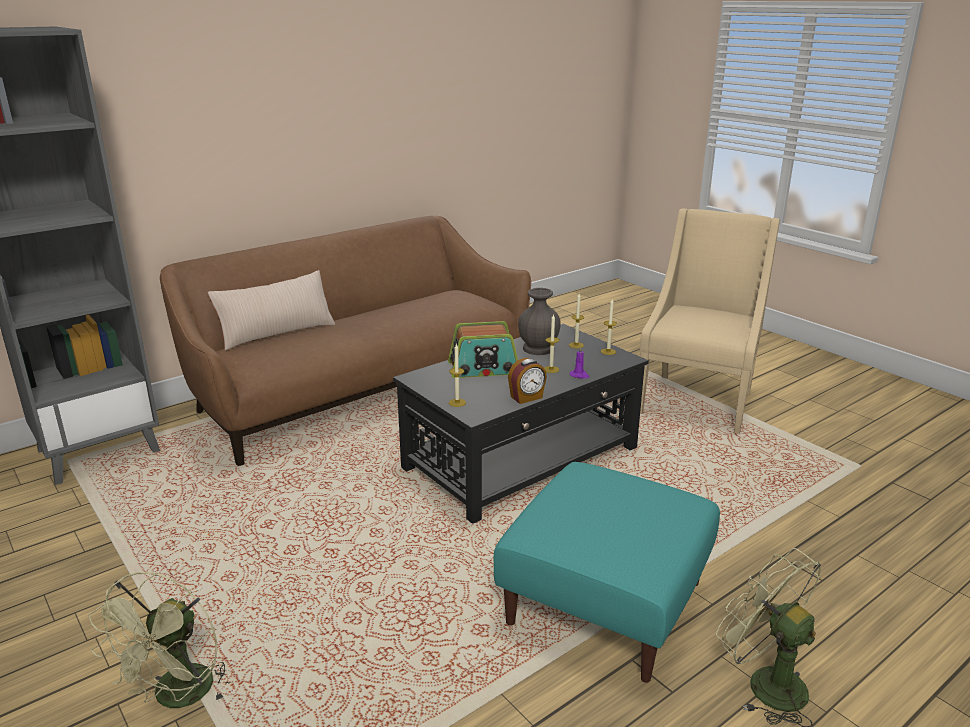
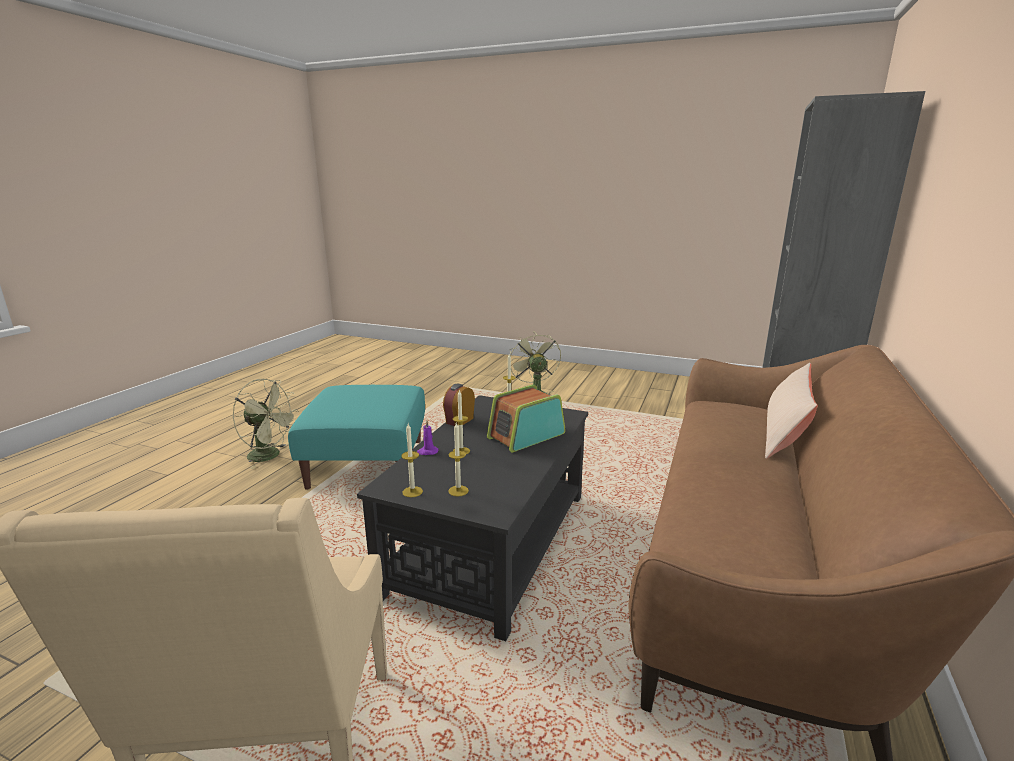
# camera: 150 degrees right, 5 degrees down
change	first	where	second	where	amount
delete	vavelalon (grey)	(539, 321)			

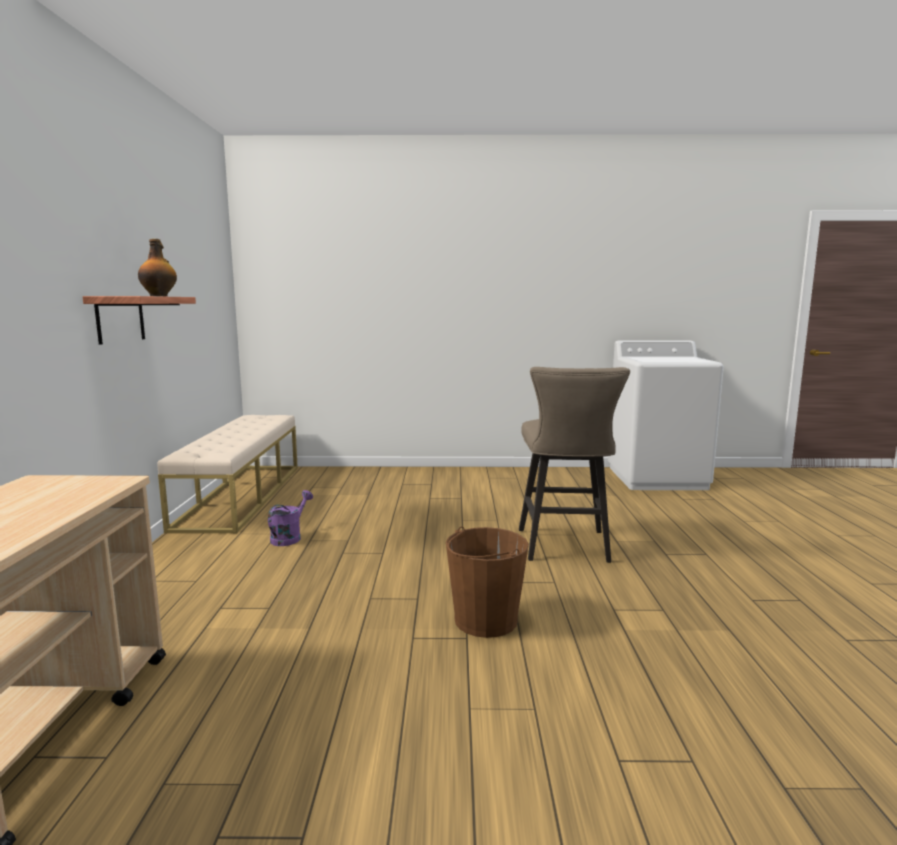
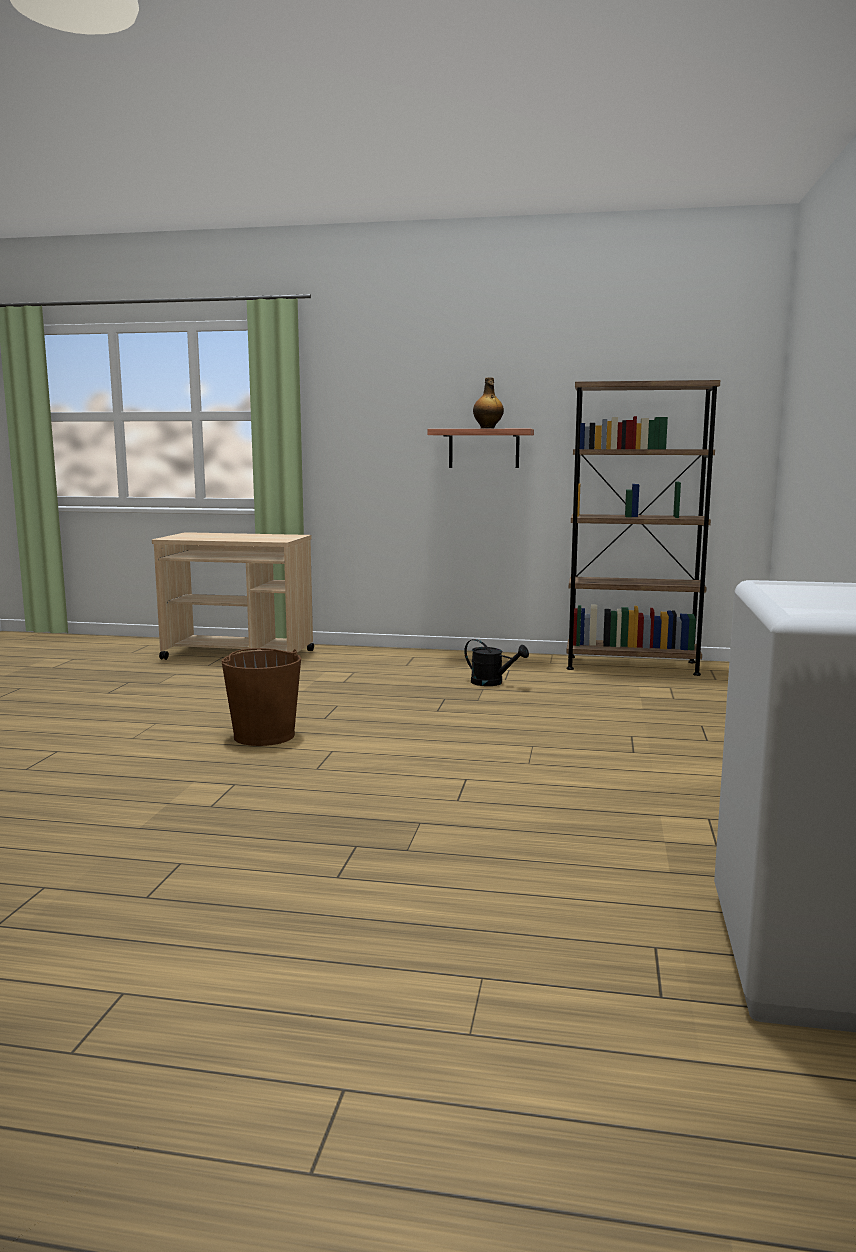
# camera: 100 degrees right, 0 degrees up
change	first	where	second	where	amount
recolor	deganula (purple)	(290, 518)	deganula (black)	(496, 662)	
replace	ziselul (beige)	(227, 474)	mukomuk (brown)	(643, 528)	
delete	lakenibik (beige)	(574, 465)			

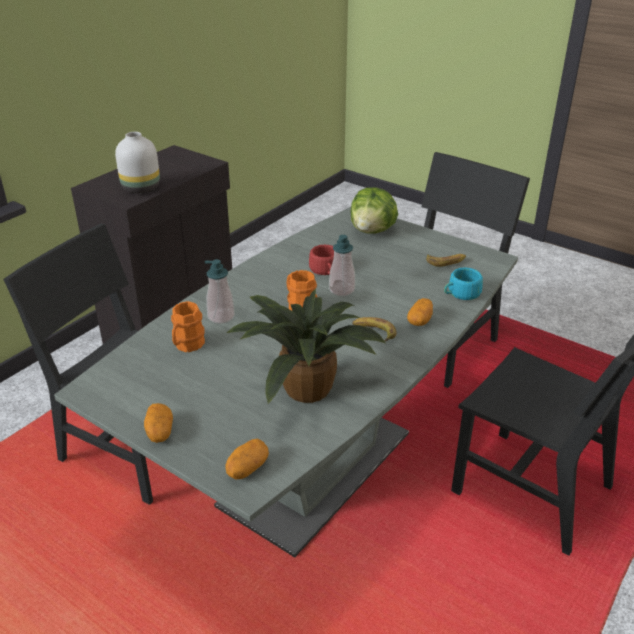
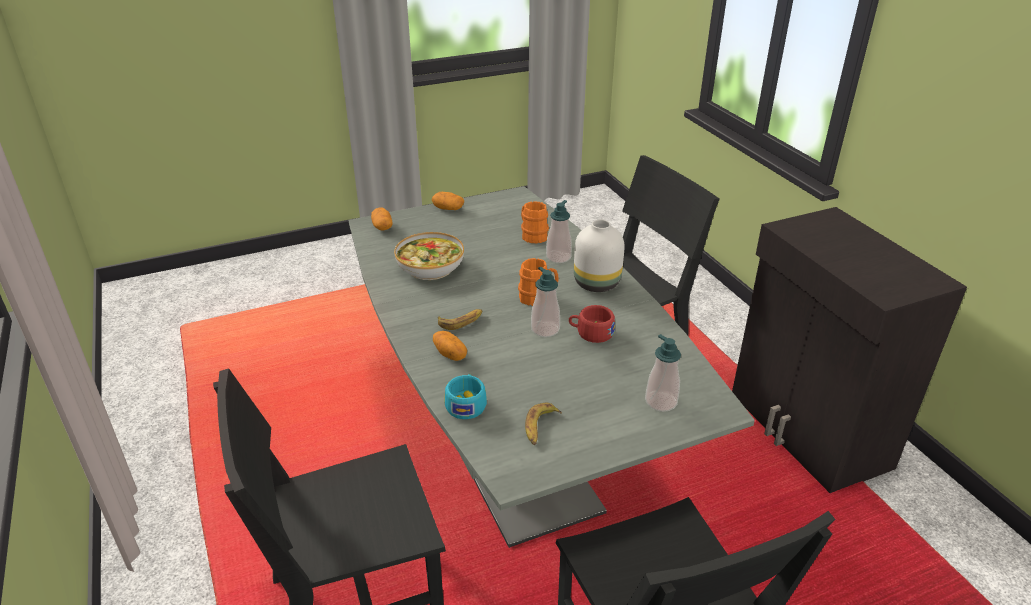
# camera: 120 degrees right, 0 degrees up
change	first	where	second	where	amount
replace	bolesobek	(306, 346)	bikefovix	(429, 256)	
move	vavelalon (white)	(137, 162)		(599, 255)	
replace	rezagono	(374, 211)	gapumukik	(663, 373)	

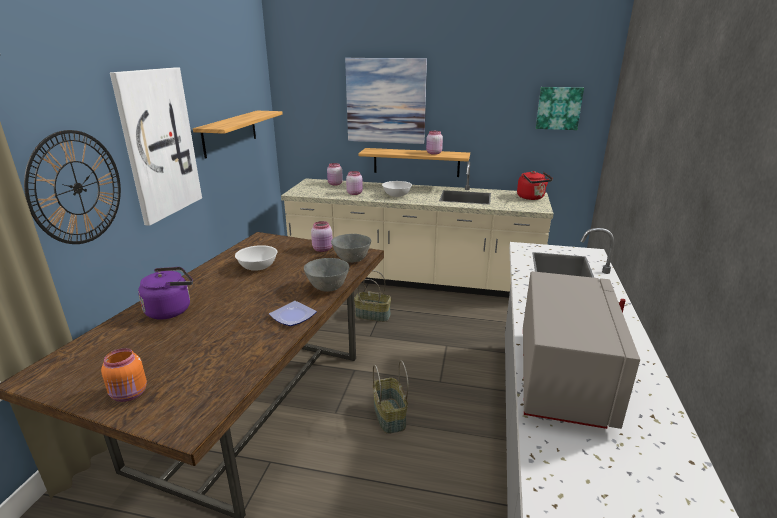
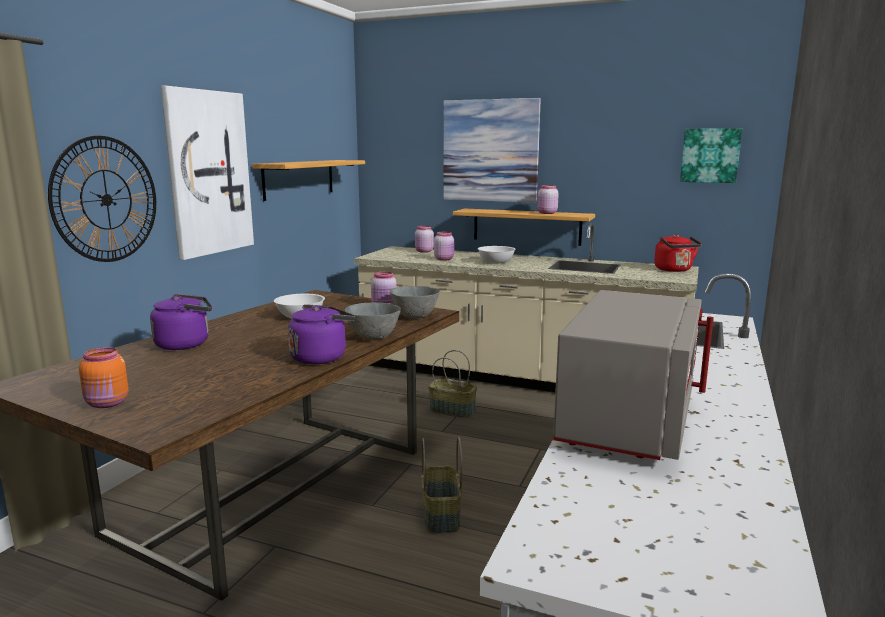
# camera: 10 degrees right, 10 degrees down
change	first	where	second	where	amount
replace	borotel	(293, 313)	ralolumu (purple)	(321, 334)	

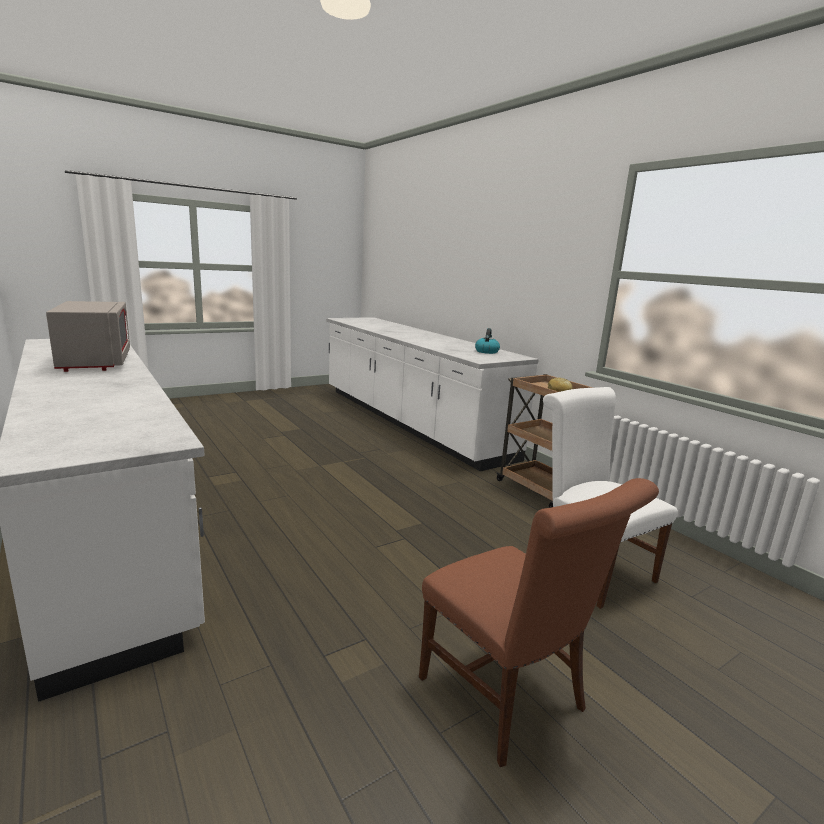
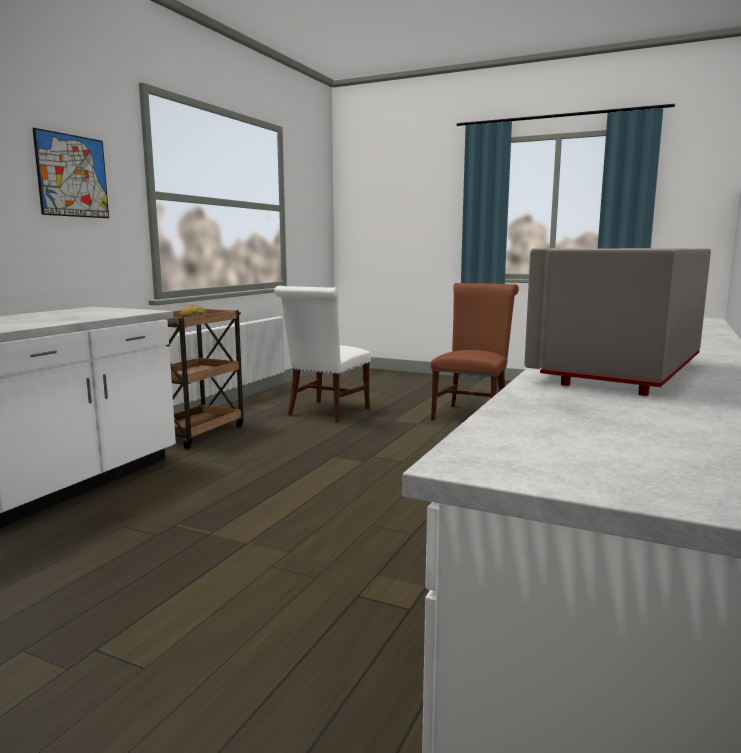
# camera: 120 degrees left, 5 degrees down
change	first	where	second	where	amount
insert			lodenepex	(71, 173)	
delete	ralolumu	(487, 341)			

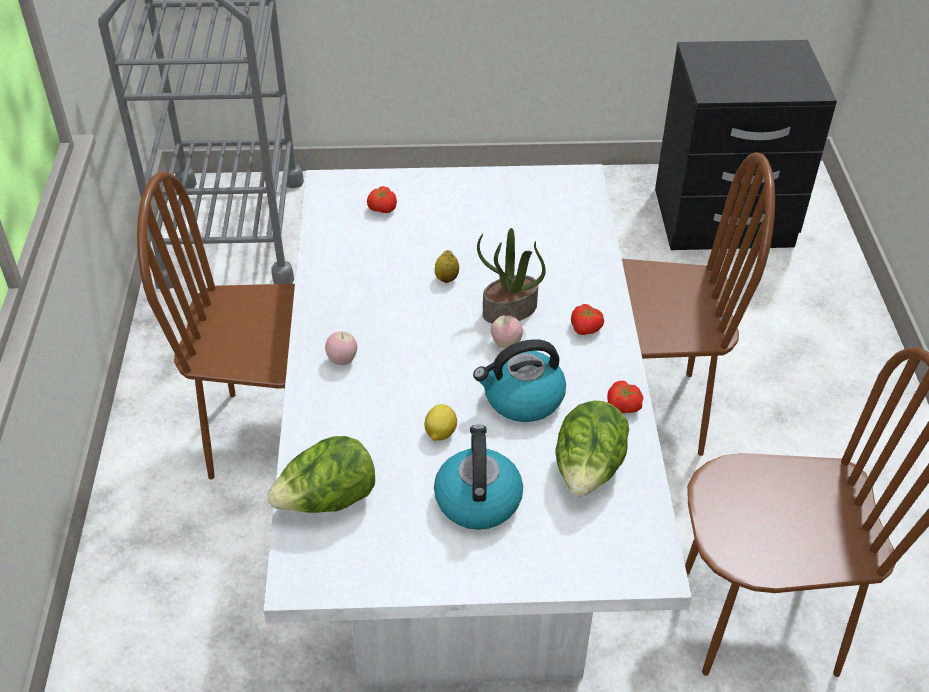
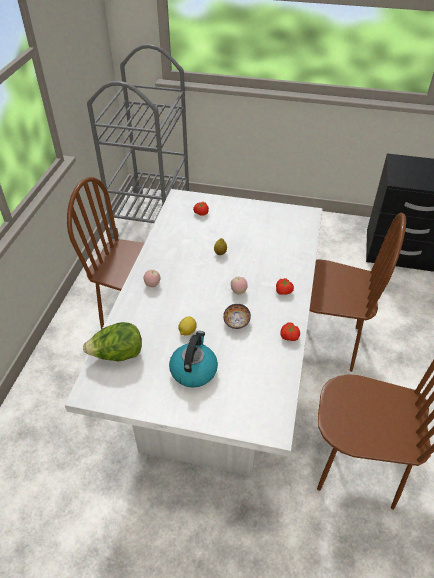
# camera: 15 degrees right, 0 degrees up
change	first	where	second	where	amount
replace	ralolumu	(519, 380)	bikefovix	(237, 316)	
delete	bolesobek	(511, 276)			
delete	rezagono	(592, 448)			

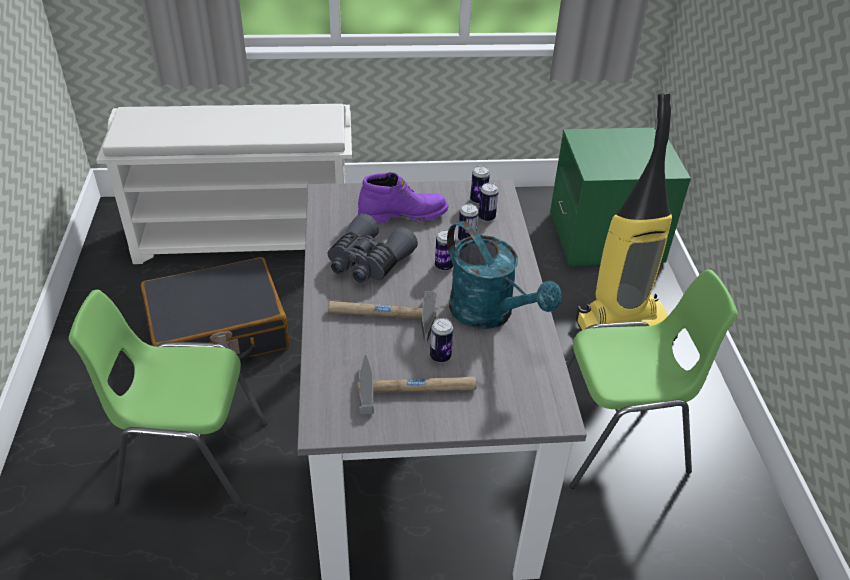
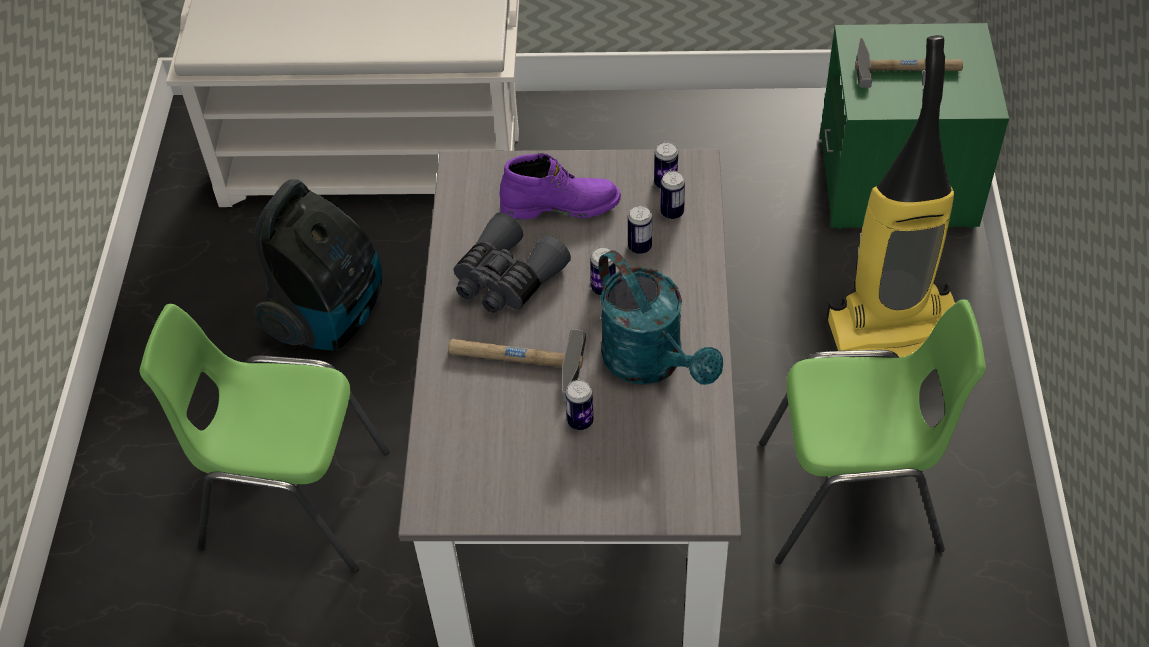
# camera: 10 degrees right, 10 degrees up
change	first	where	second	where	amount
replace	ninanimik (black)	(215, 309)	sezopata	(318, 264)	
move	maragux	(417, 384)		(909, 63)	

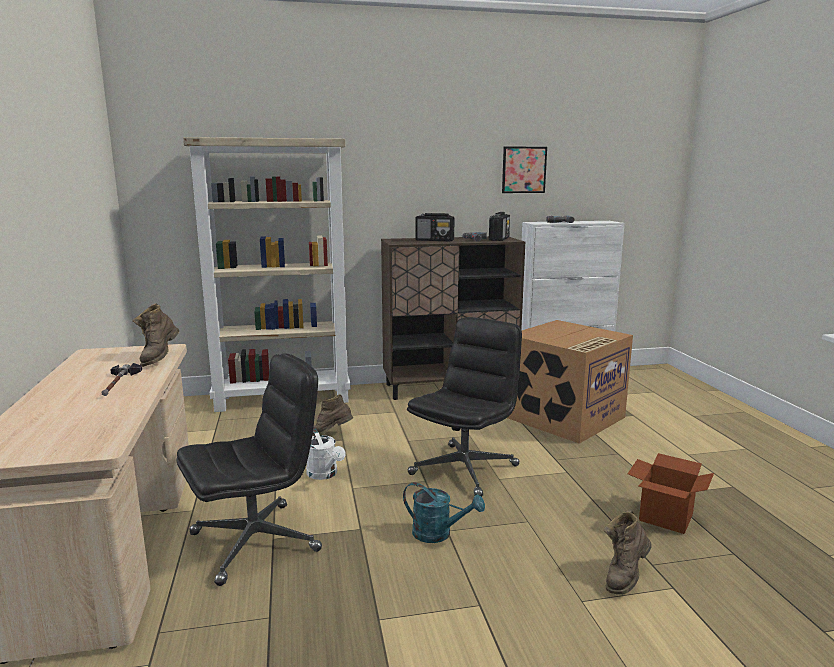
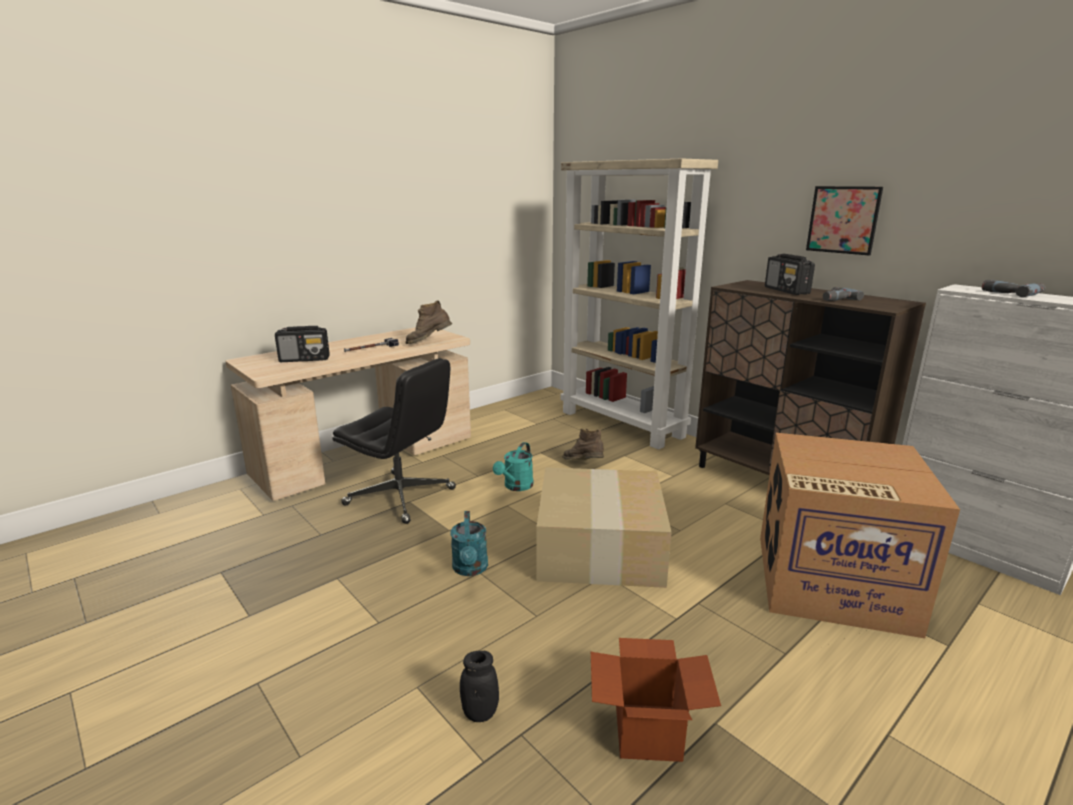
# camera: 60 degrees right, 5 degrees up
change	first	where	second	where	amount
move	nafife	(499, 226)		(302, 344)	
replace	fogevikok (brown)	(628, 553)	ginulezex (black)	(479, 686)	
recolor	deganula (white)	(325, 453)	deganula (turquoise)	(513, 466)	
replace	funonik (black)	(464, 407)	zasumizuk	(604, 527)	
move	lodenepex	(524, 169)		(844, 221)	

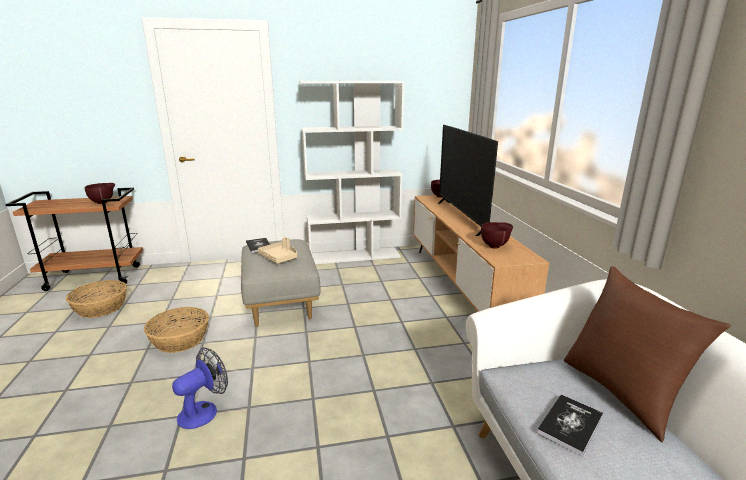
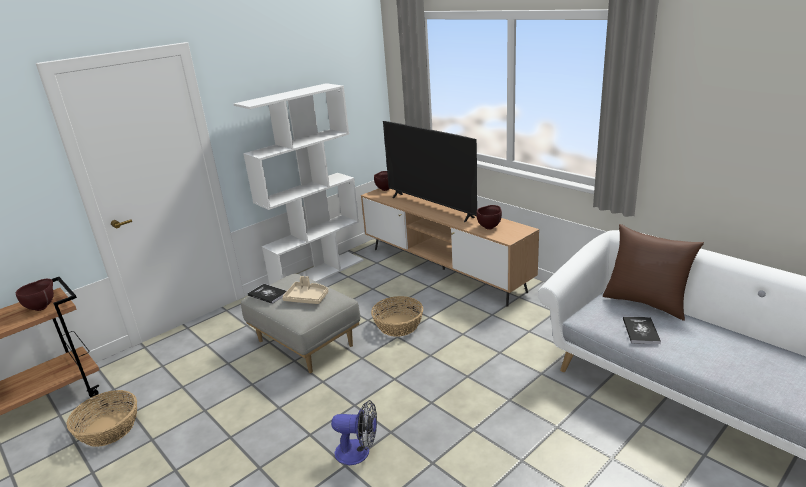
# camera: 30 degrees left, 5 degrees up
change	first	where	second	where	amount
rotate	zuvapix	(200, 388)		(354, 432)	90 degrees clockwise
move	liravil	(176, 330)		(397, 316)	

